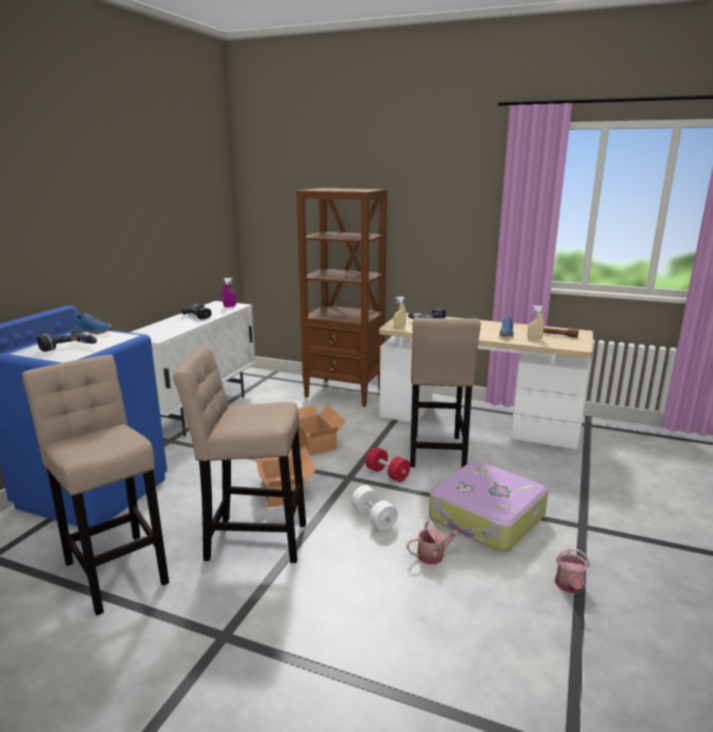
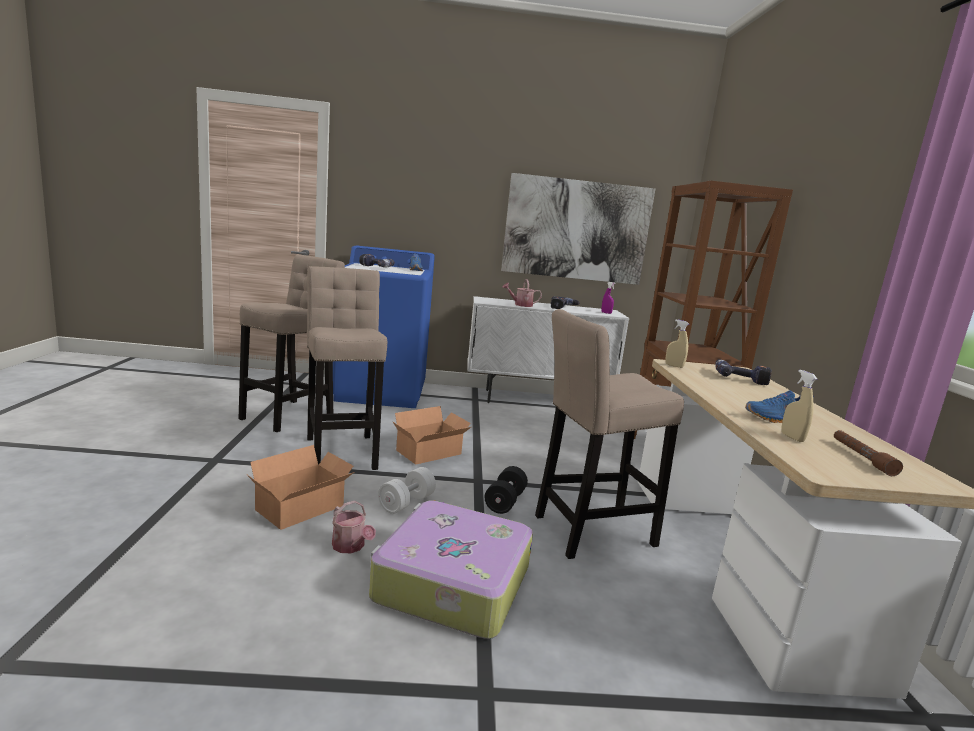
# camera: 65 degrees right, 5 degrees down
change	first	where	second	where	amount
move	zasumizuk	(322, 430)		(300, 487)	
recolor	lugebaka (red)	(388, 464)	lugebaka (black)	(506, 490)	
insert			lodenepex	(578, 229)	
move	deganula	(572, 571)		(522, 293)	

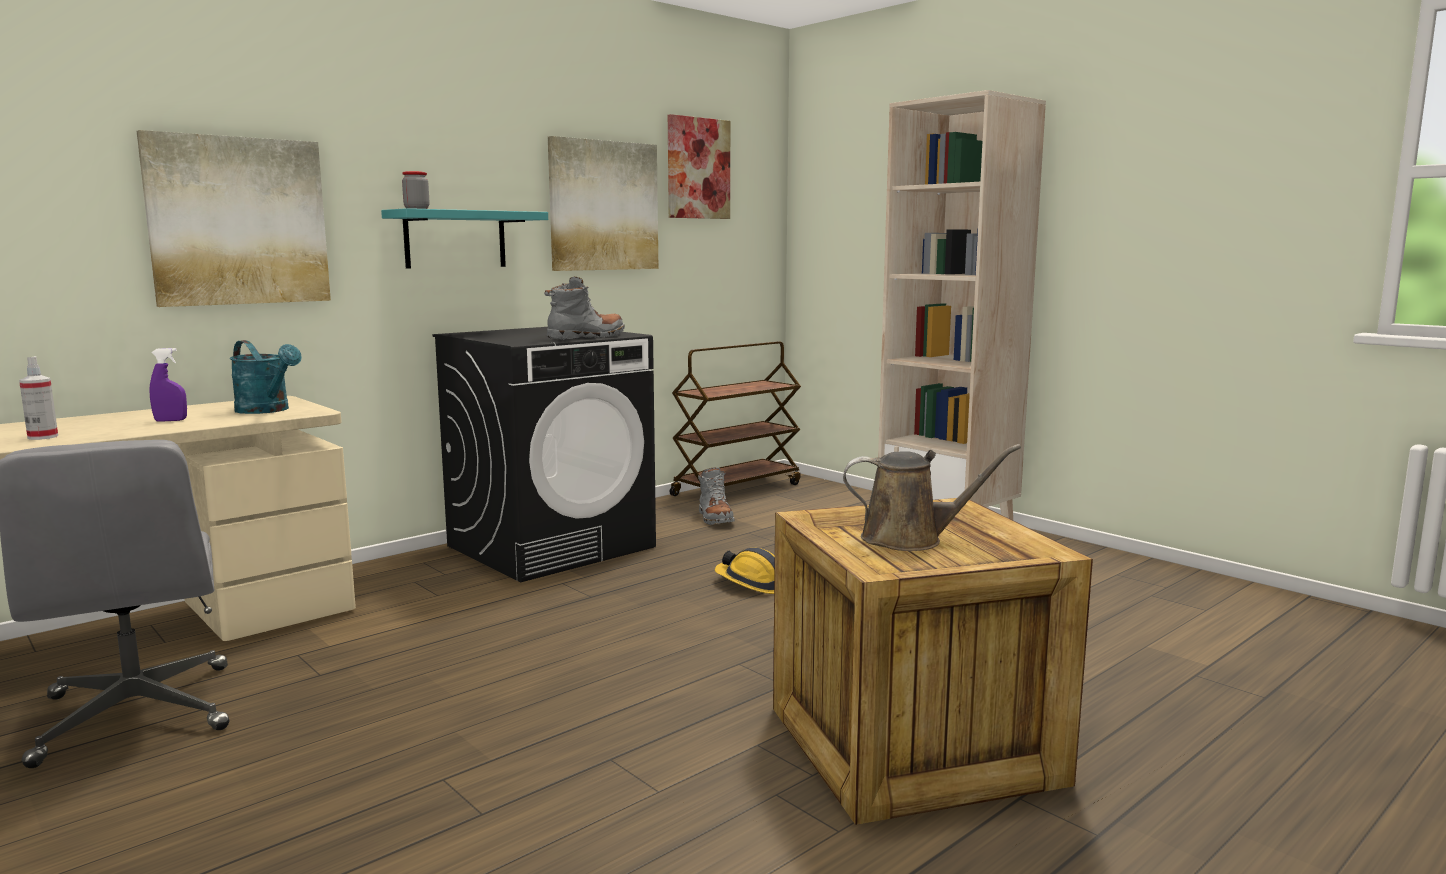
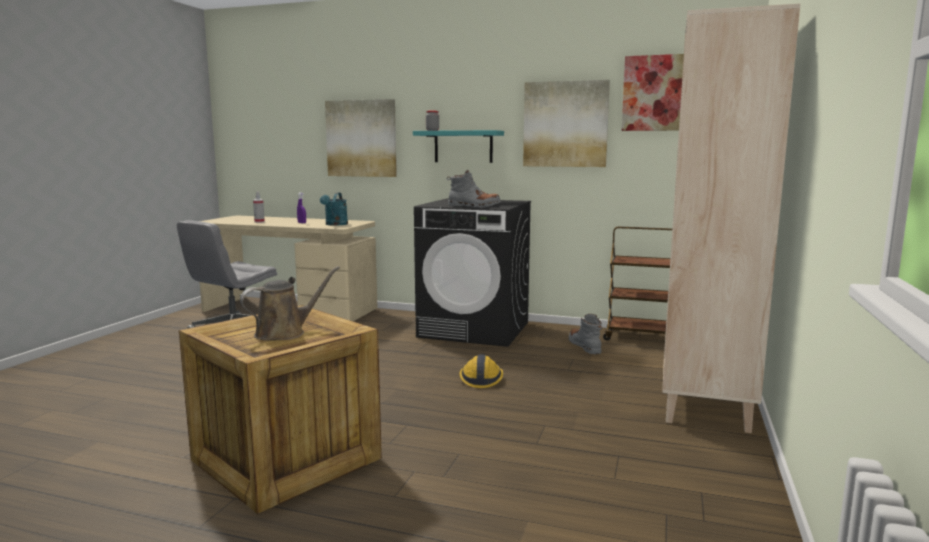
# camera: 60 degrees right, 0 degrees up
change	first	where	second	where	amount
rotate	deganula (brown)	(932, 497)		(290, 303)	105 degrees counterclockwise
rotate	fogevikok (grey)	(716, 496)		(585, 334)	120 degrees clockwise

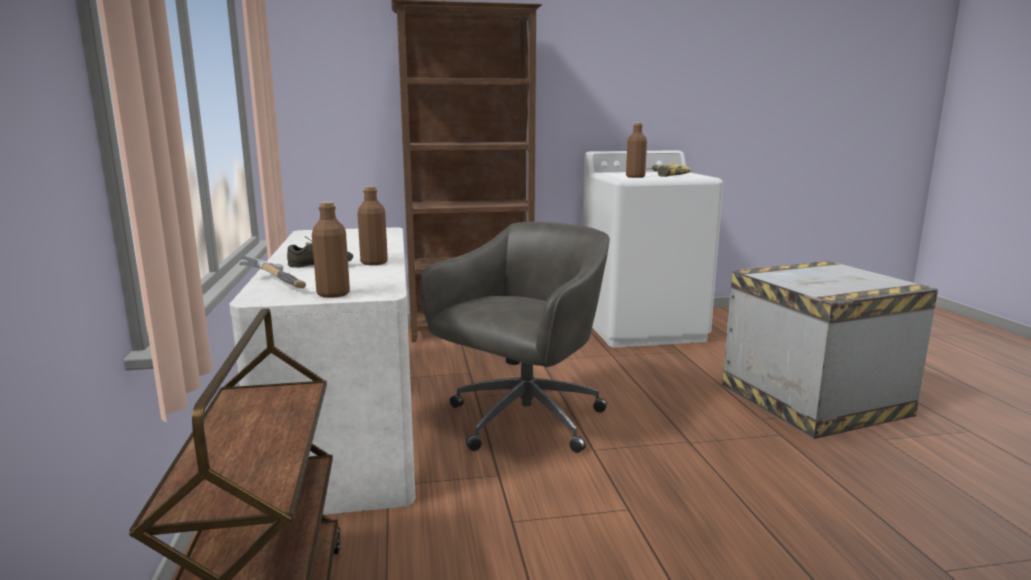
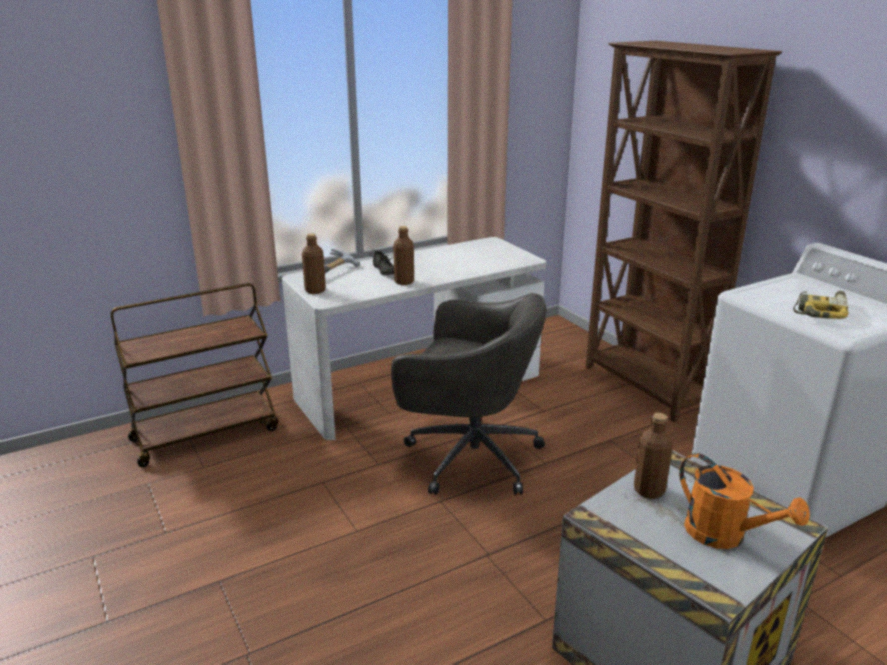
# camera: 70 degrees right, 10 degrees up
change	first	where	second	where	amount
move	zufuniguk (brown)	(636, 150)		(653, 456)	
insert			deganula (orange)	(744, 501)	

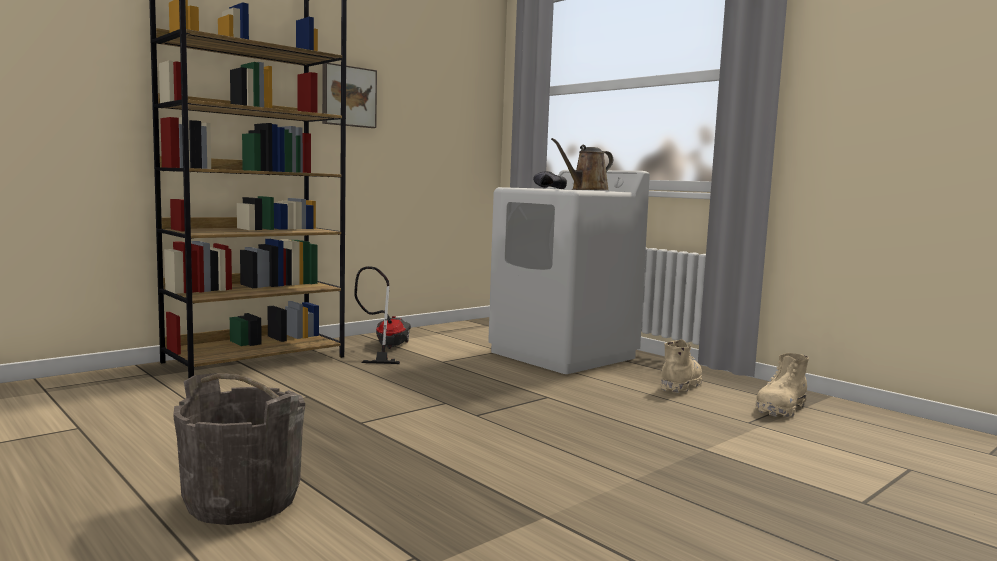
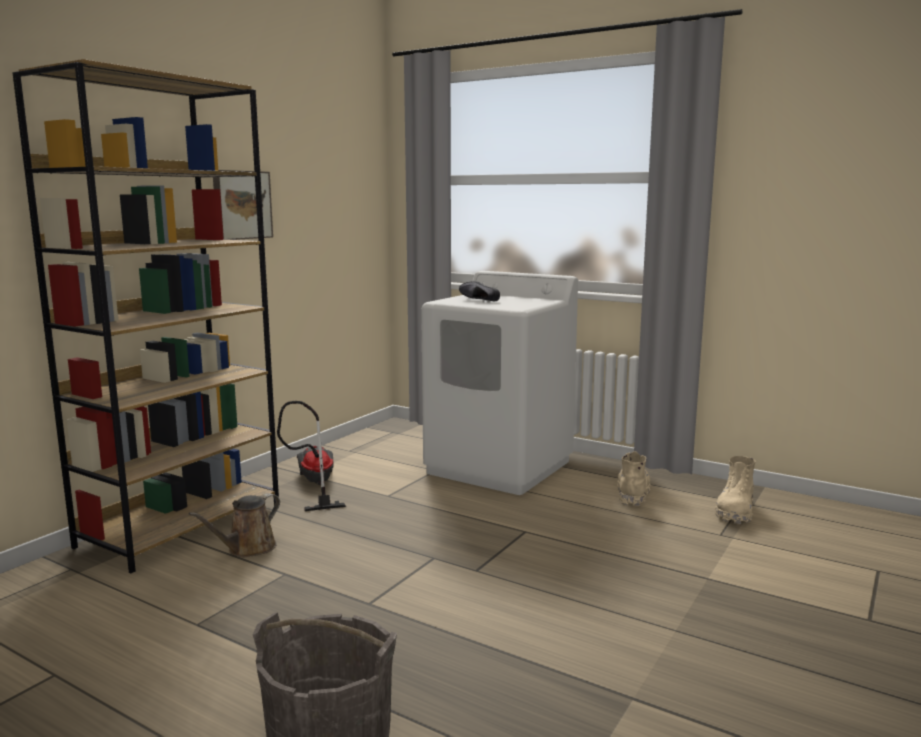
# camera: 15 degrees left, 5 degrees up
change	first	where	second	where	amount
move	deganula (brown)	(582, 164)		(234, 525)	

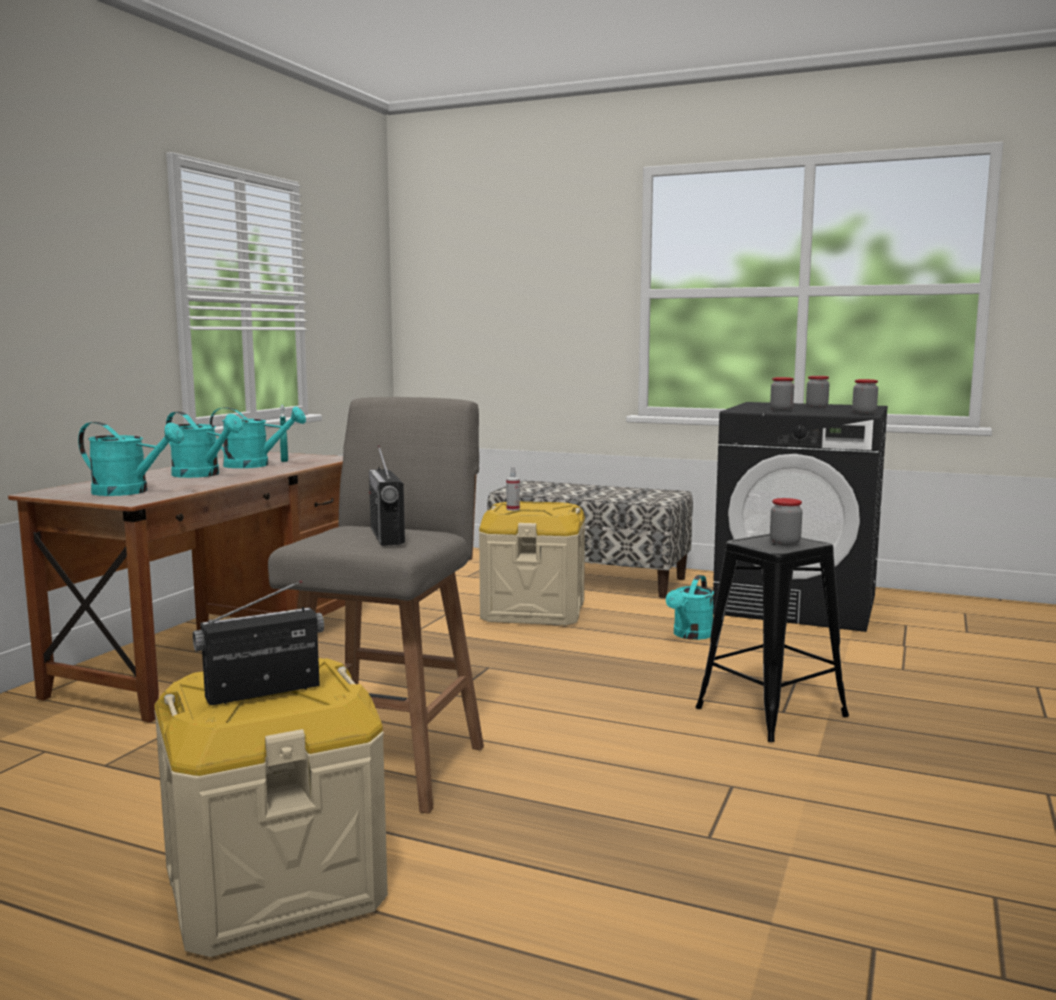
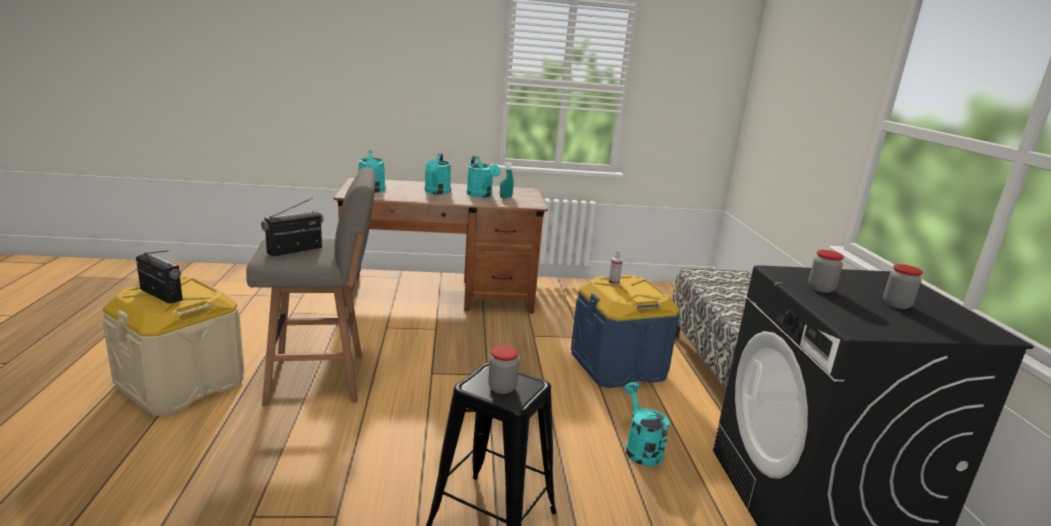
# camera: 60 degrees right, 10 degrees up
change	first	where	second	where	amount
recolor	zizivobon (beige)	(532, 563)	zizivobon (blue)	(625, 331)	
rotate	deganula (turquoise)	(690, 607)		(647, 424)	75 degrees clockwise
delete	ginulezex	(865, 397)			

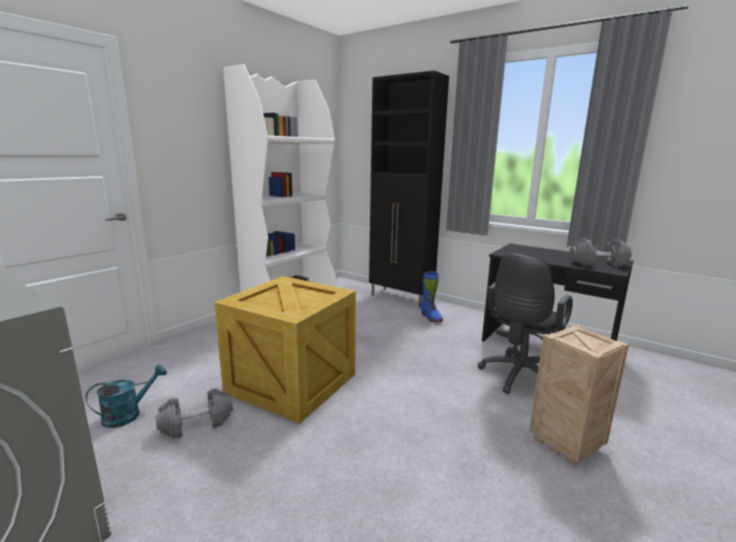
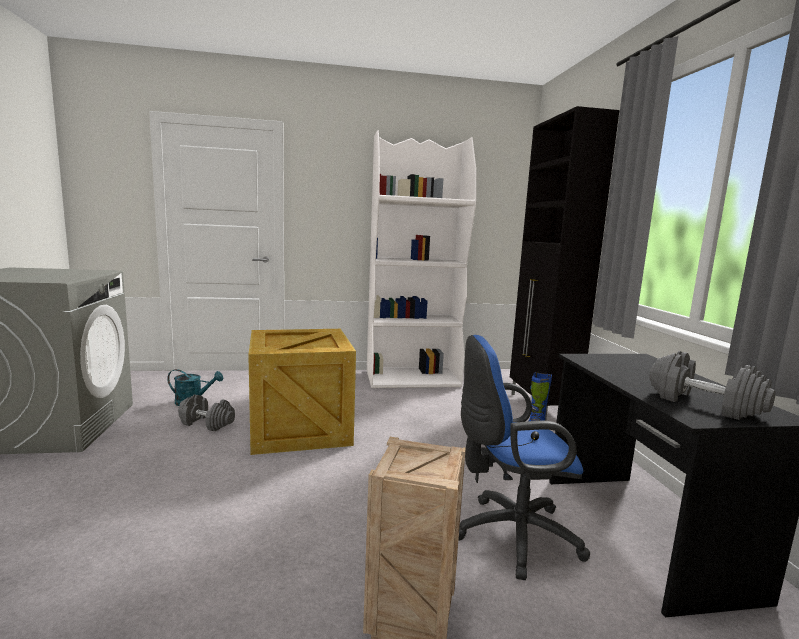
# camera: 45 degrees right, 5 degrees down
change	first	where	second	where	amount
recolor	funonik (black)	(525, 323)	funonik (blue)	(524, 457)	

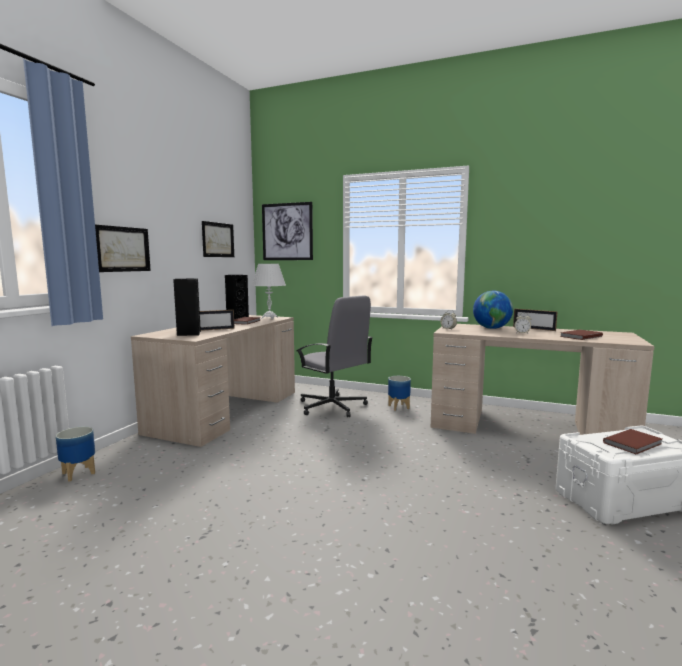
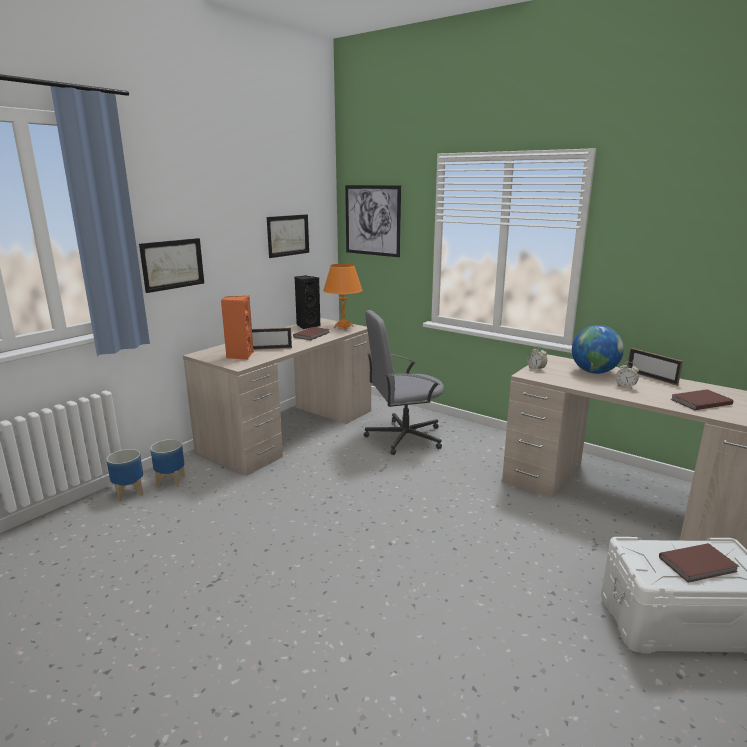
# camera: 15 degrees right, 10 degrees up
change	first	where	second	where	amount
move	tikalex	(399, 393)		(167, 463)	
recolor	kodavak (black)	(187, 307)	kodavak (orange)	(237, 328)	
recolor	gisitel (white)	(269, 291)	gisitel (orange)	(343, 297)	
rotate	funonik (grey)	(334, 356)		(404, 382)	105 degrees clockwise

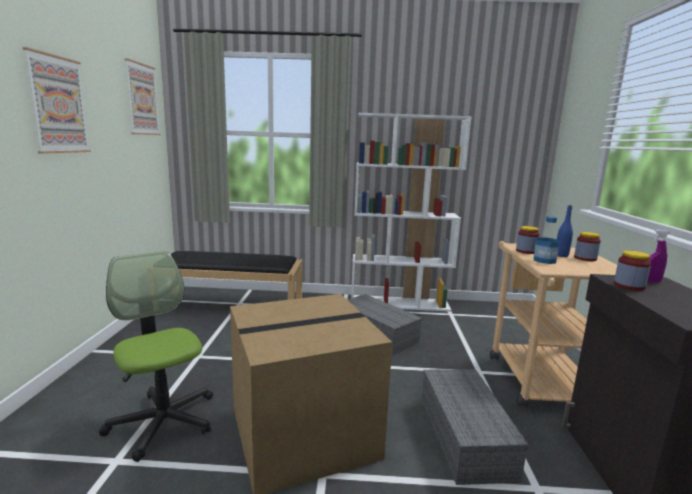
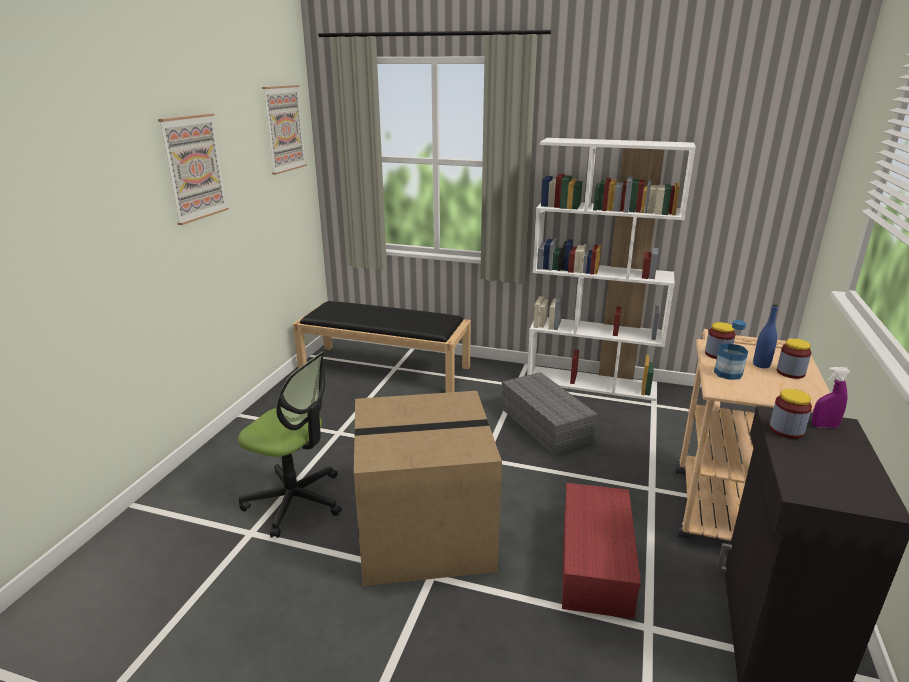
# camera: 15 degrees right, 10 degrees up
change	first	where	second	where	amount
rotate	funonik	(156, 356)		(290, 445)	135 degrees clockwise
recolor	zizivobon (grey)	(475, 427)	zizivobon (red)	(601, 551)	

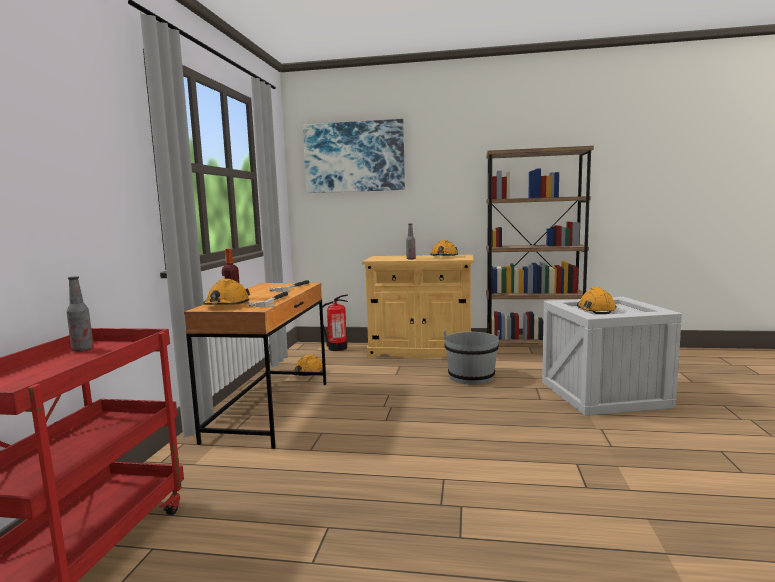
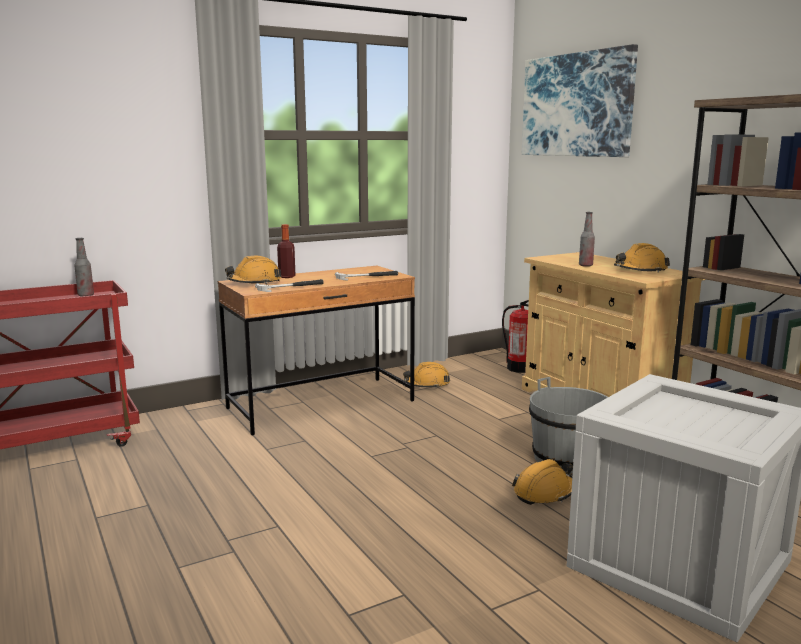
# camera: 50 degrees right, 5 degrees up
change	first	where	second	where	amount
move	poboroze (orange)	(596, 300)		(542, 482)	

